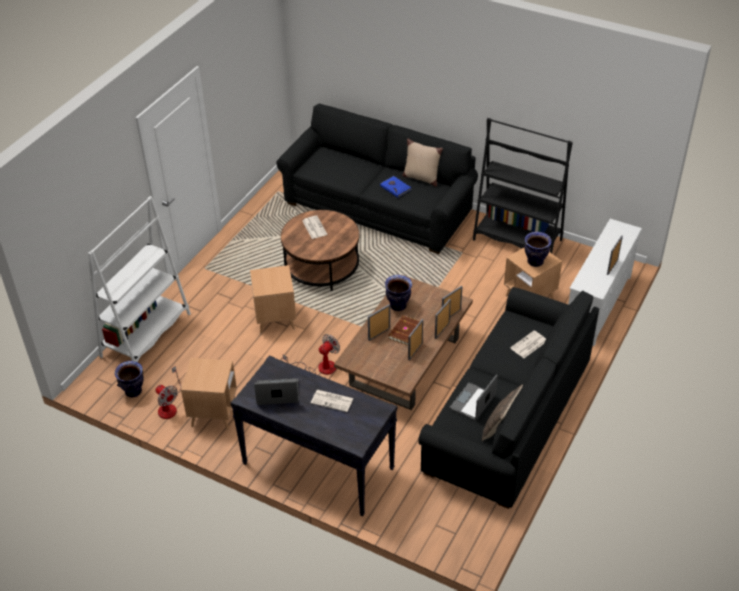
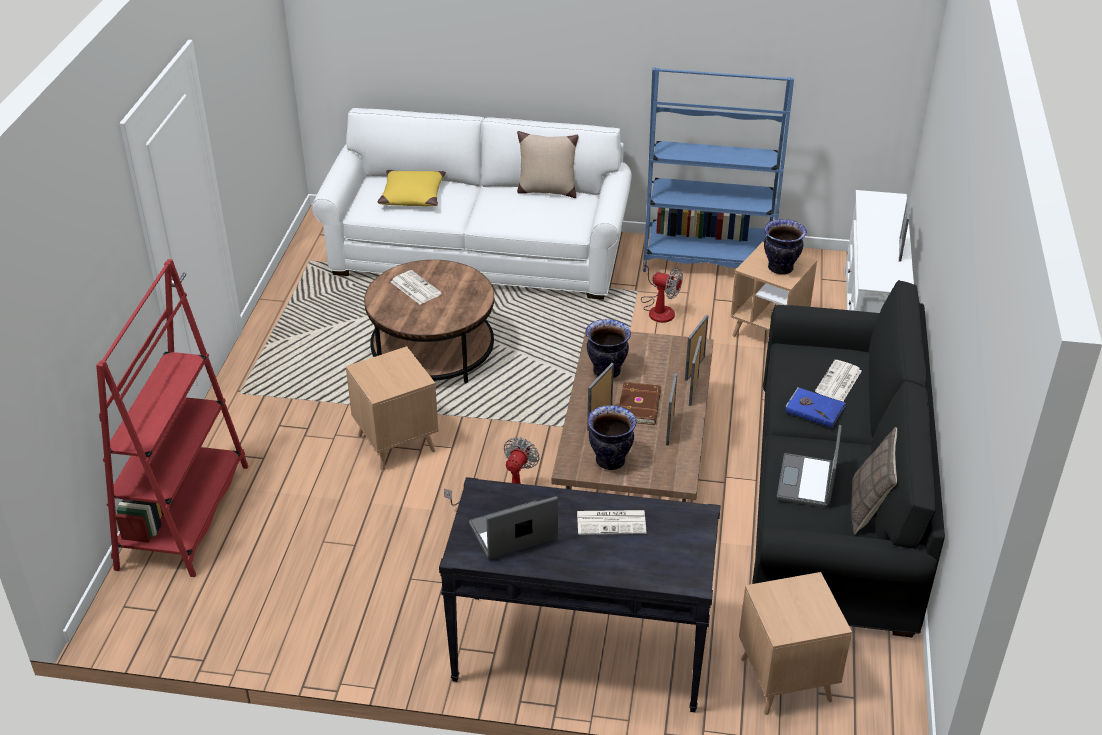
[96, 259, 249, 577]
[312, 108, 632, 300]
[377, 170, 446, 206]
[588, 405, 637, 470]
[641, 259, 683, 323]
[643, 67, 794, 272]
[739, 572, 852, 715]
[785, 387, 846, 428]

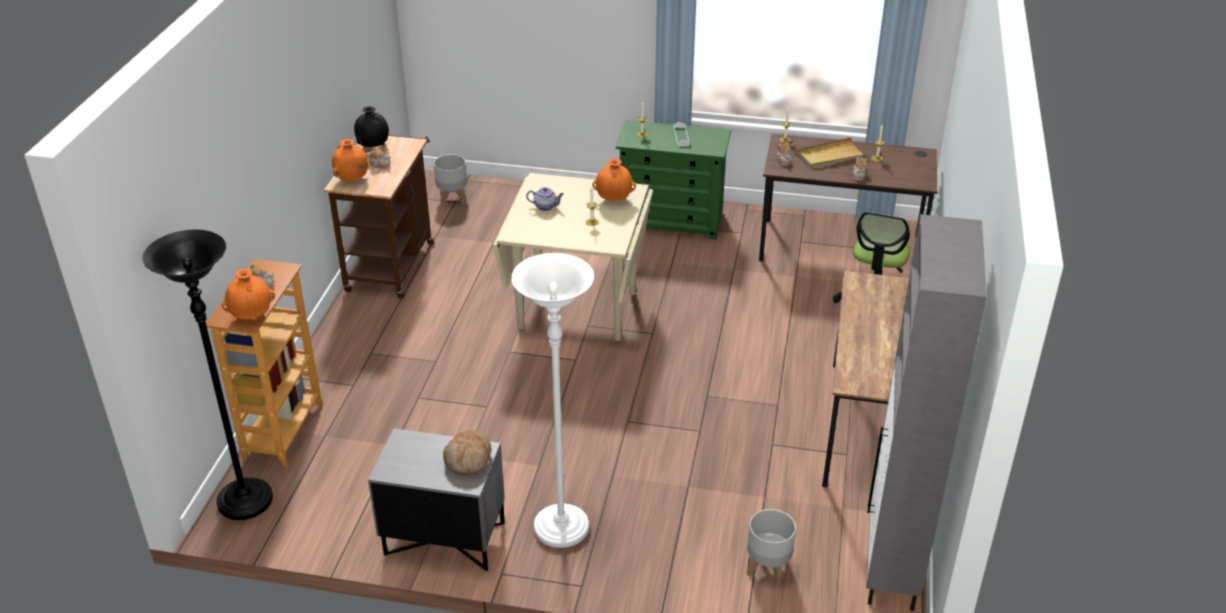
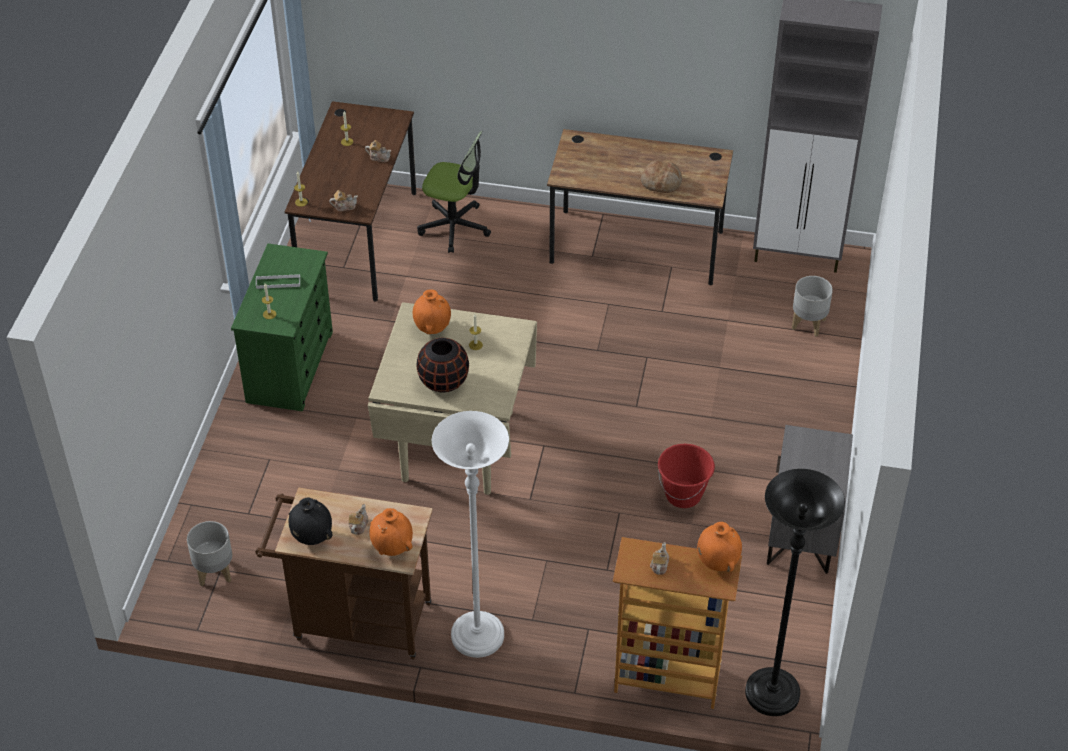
[416, 338, 469, 393]
[432, 411, 509, 658]
[641, 160, 682, 193]
[658, 444, 715, 508]
[797, 137, 868, 168] (first image)

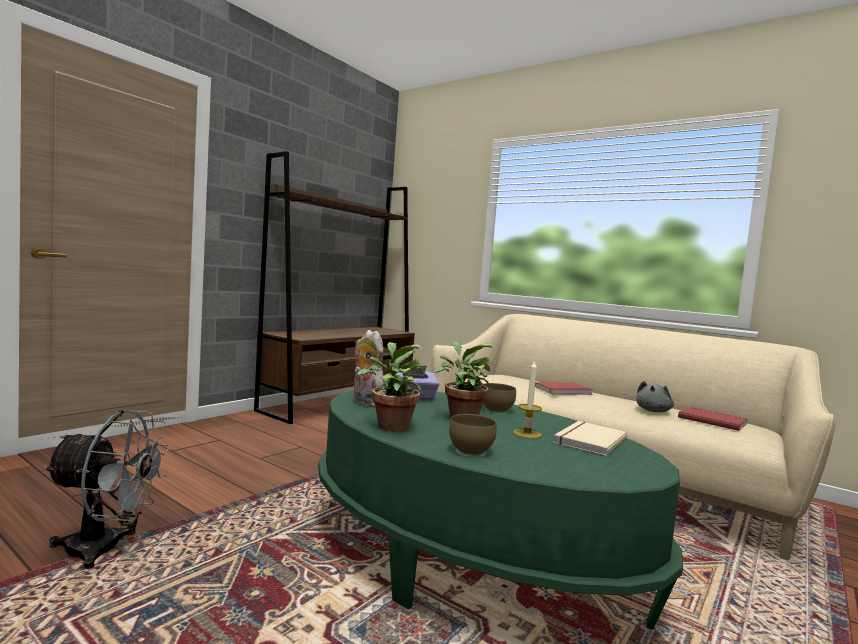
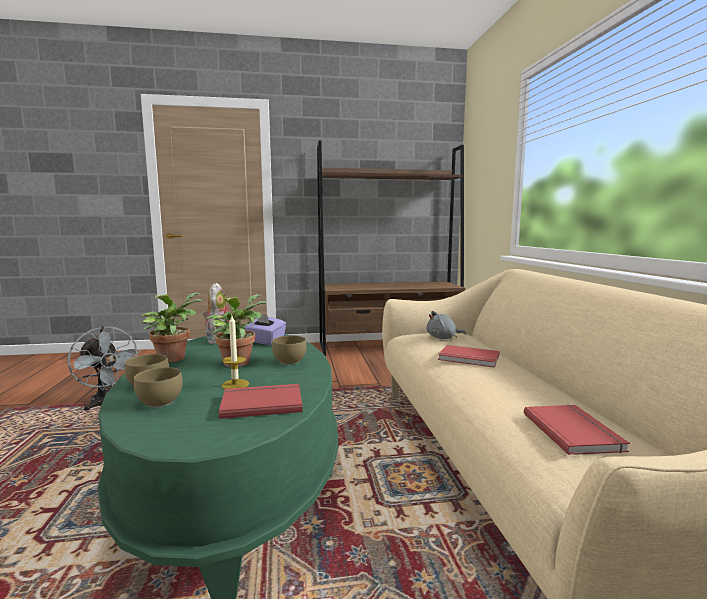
[134, 367, 183, 407]
[219, 384, 303, 419]
[427, 311, 466, 339]

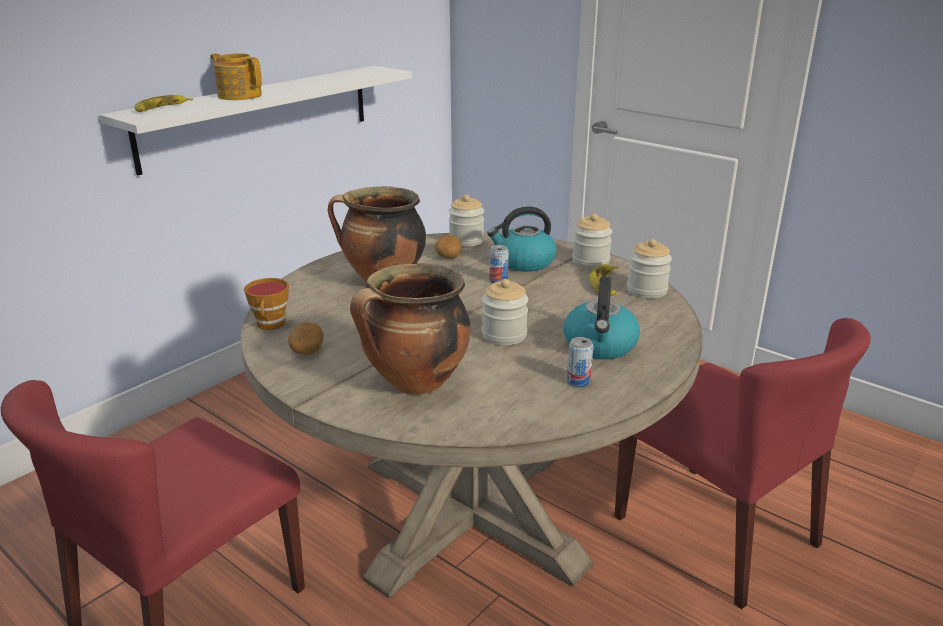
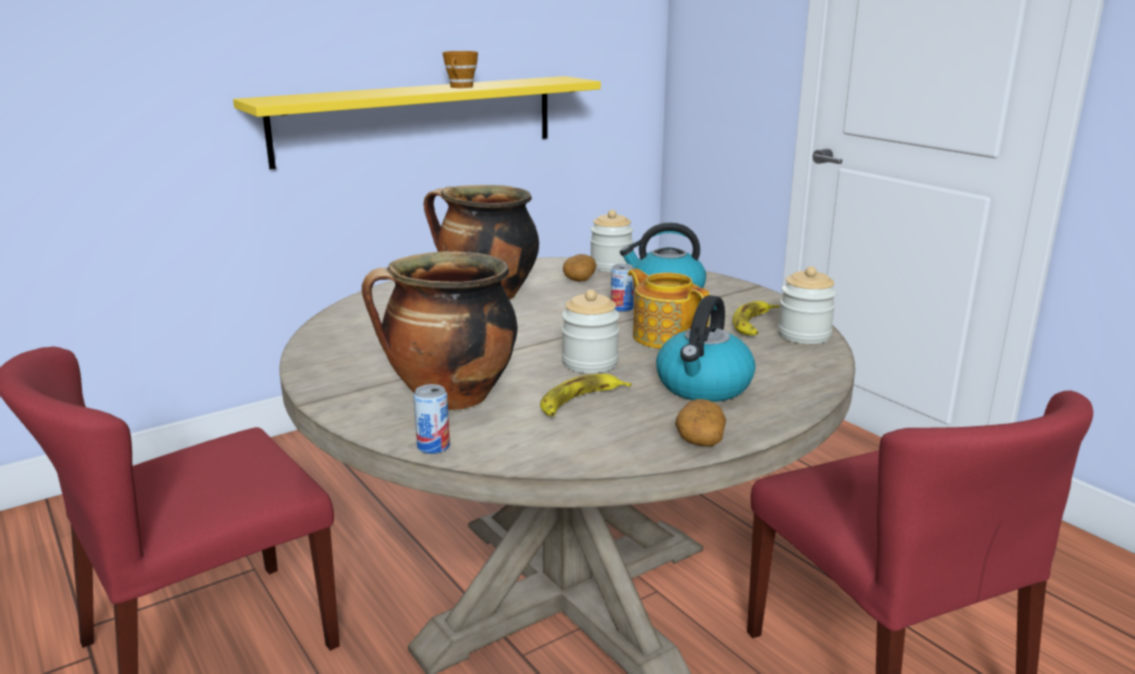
[233, 76, 601, 169]
[413, 384, 450, 454]
[443, 51, 478, 88]
[540, 374, 631, 416]
[628, 268, 710, 349]
[675, 399, 726, 446]
[572, 214, 612, 269] (first image)

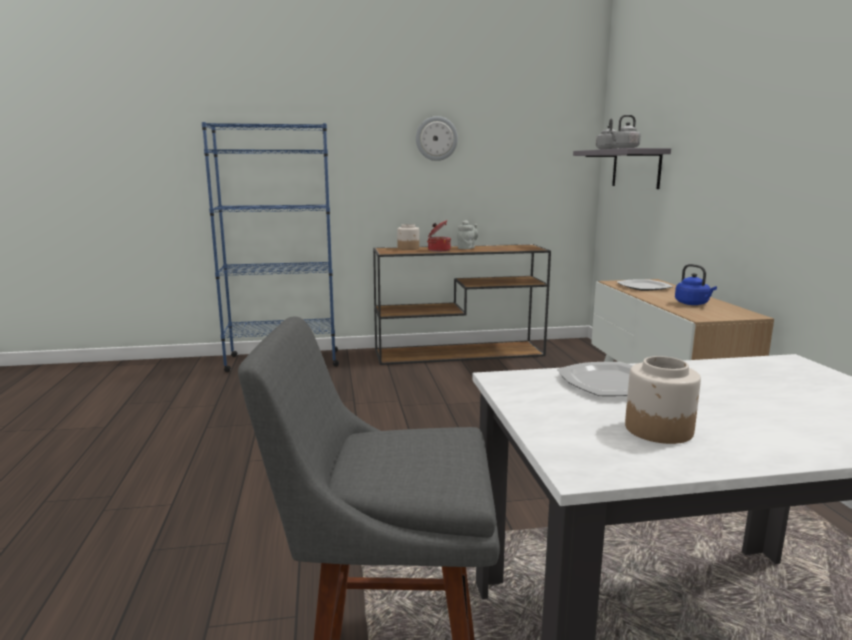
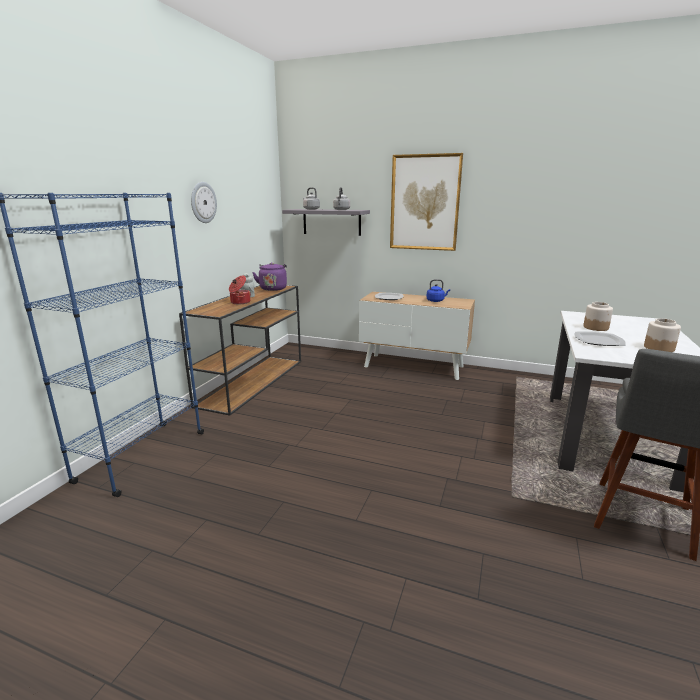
[252, 262, 287, 291]
[390, 153, 463, 251]
[583, 302, 613, 331]

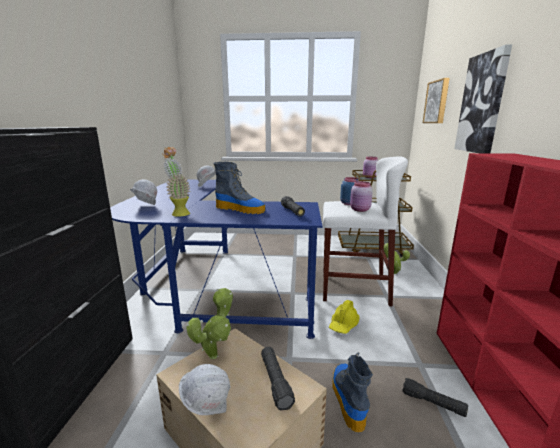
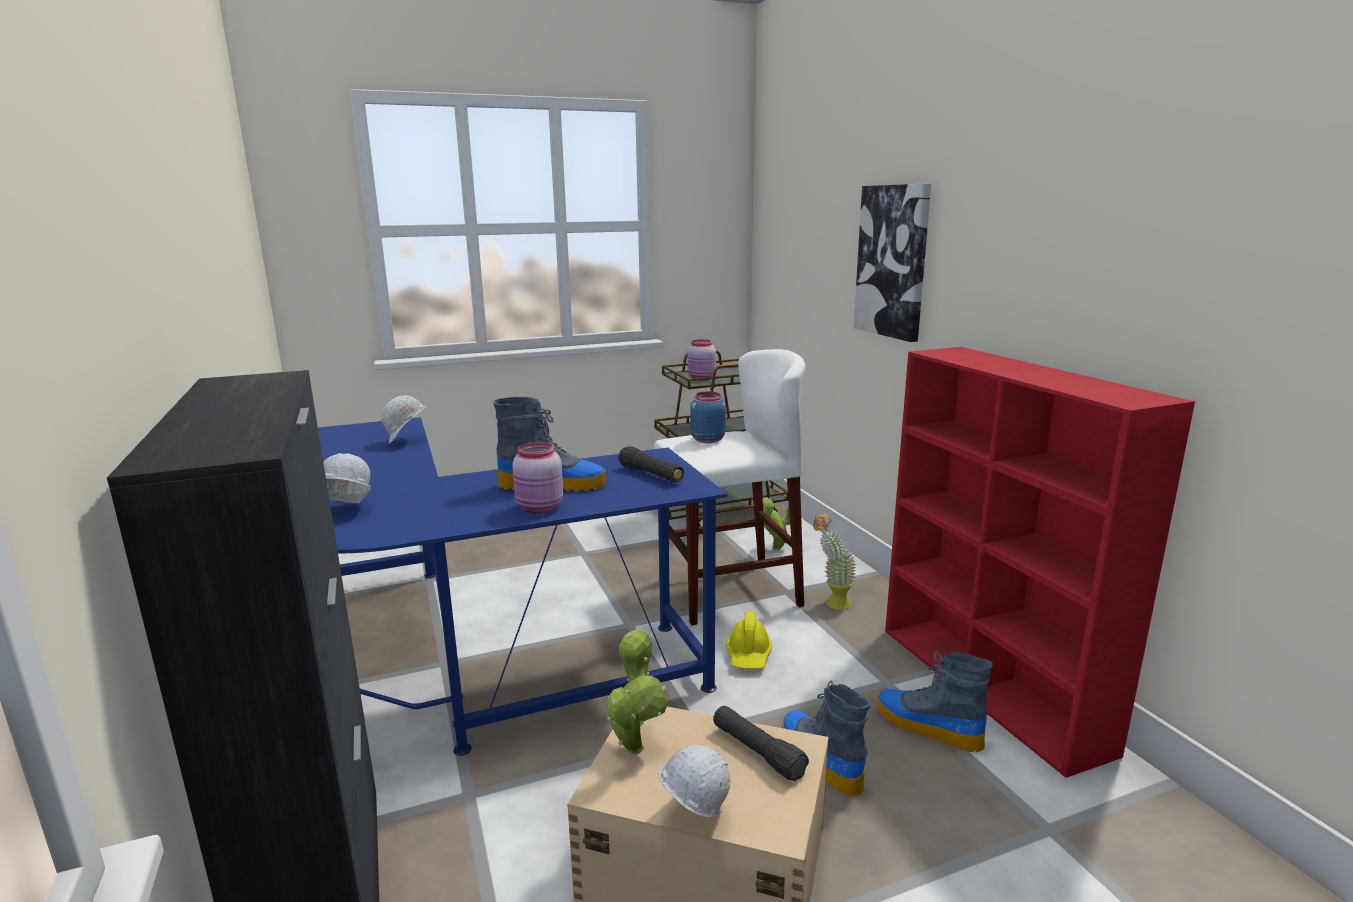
[513, 442, 563, 514]
[813, 514, 857, 610]
[877, 651, 993, 752]
[423, 78, 450, 123] (first image)

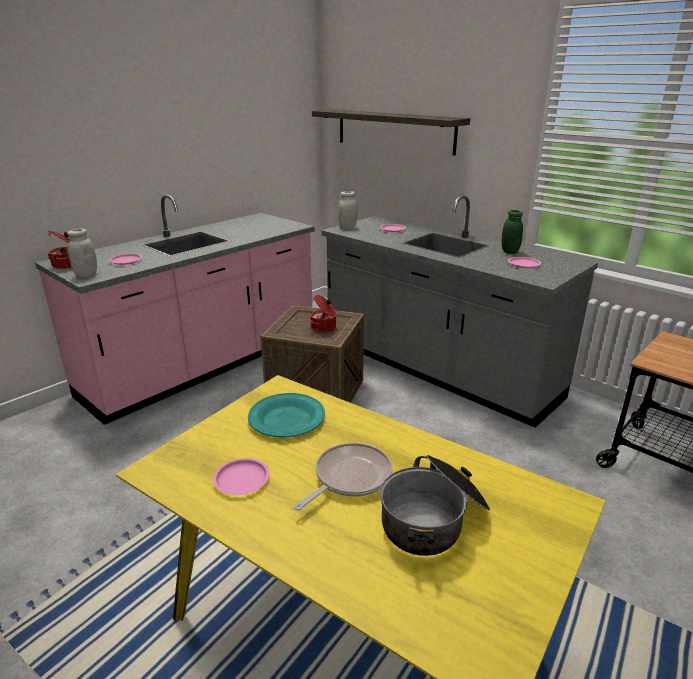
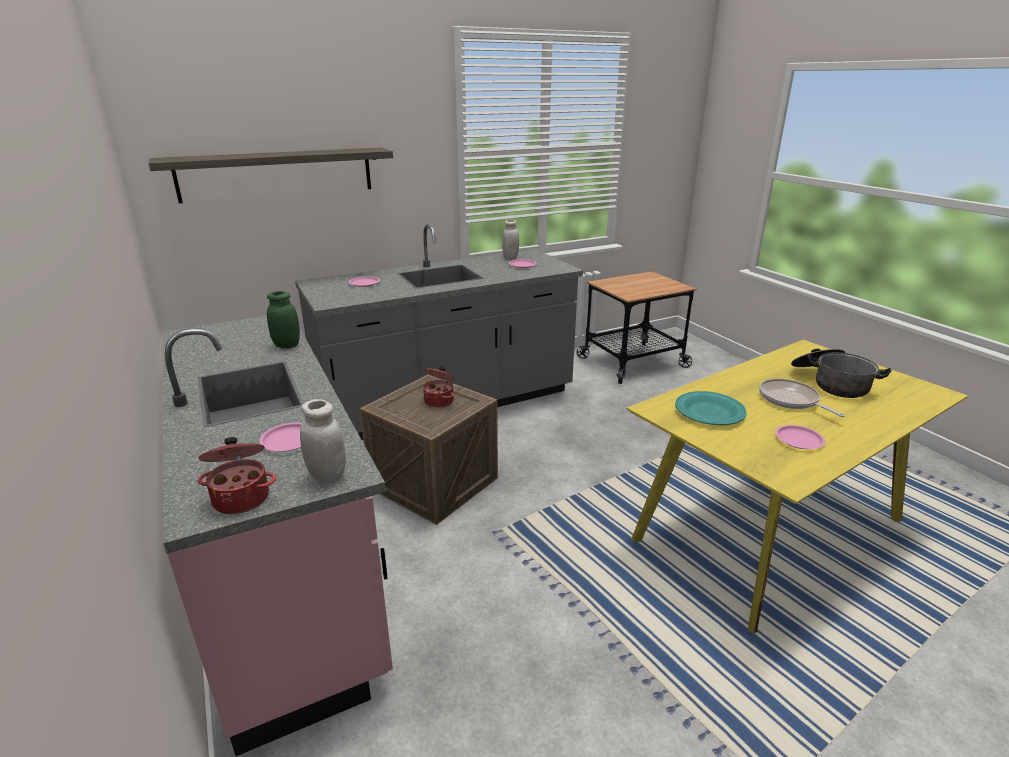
[267, 291, 300, 349]
[502, 220, 519, 259]

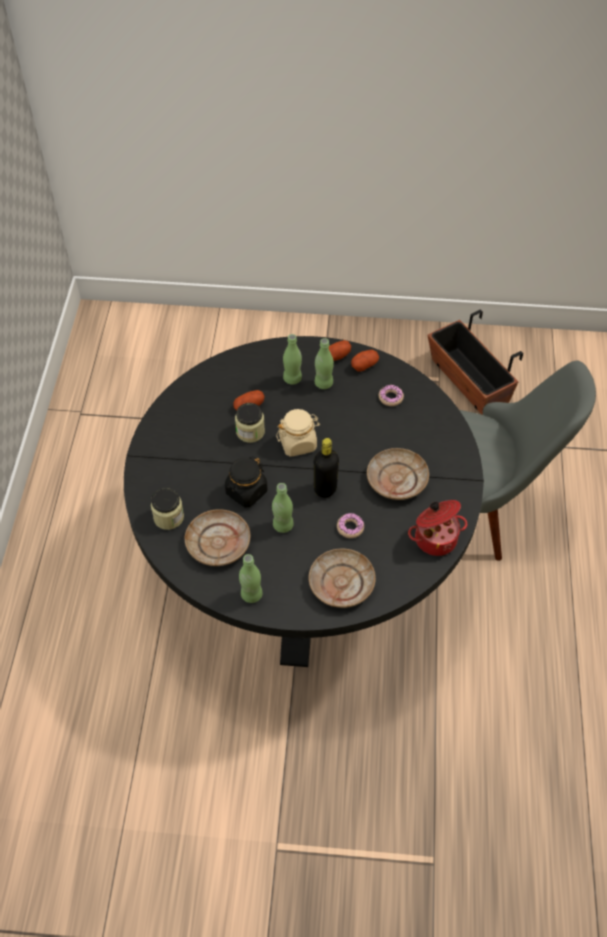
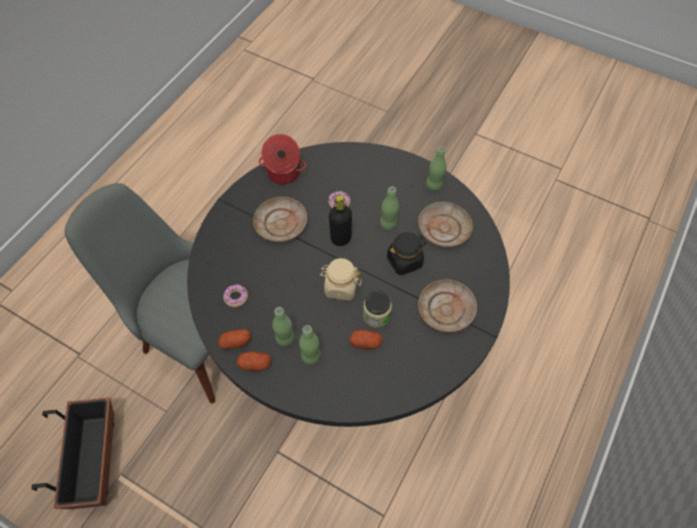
[418, 279, 477, 333]
[151, 488, 184, 530] (first image)

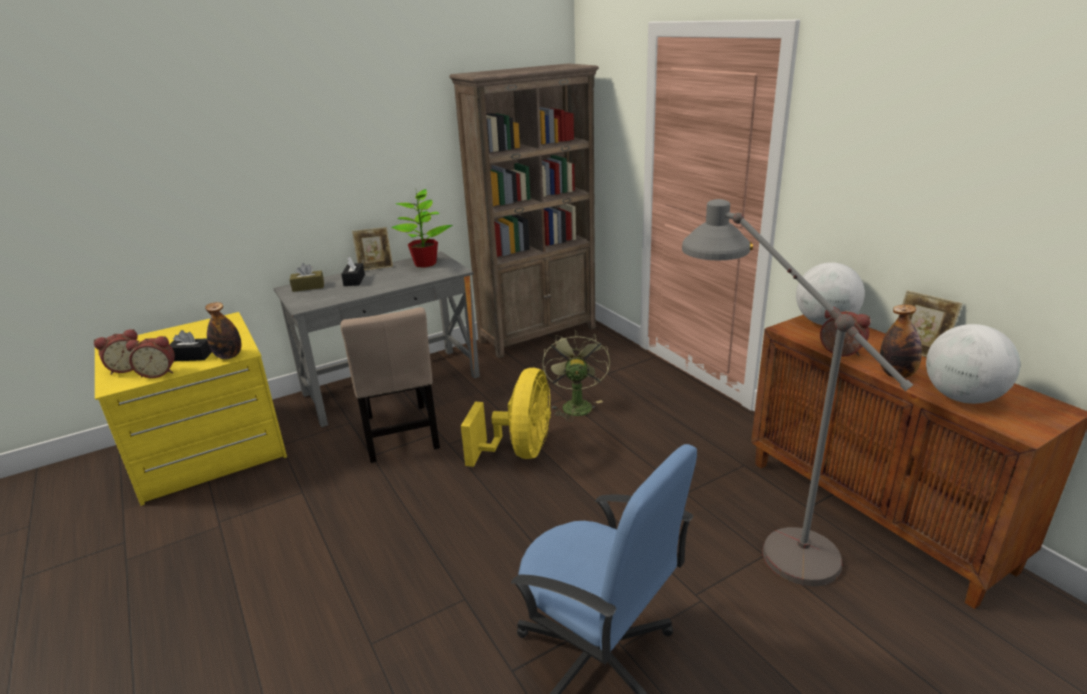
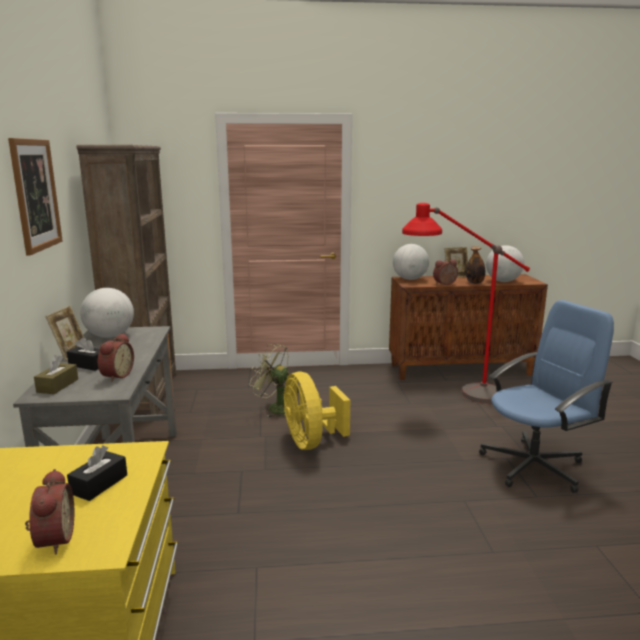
[8, 138, 63, 256]
[80, 288, 134, 338]
[98, 333, 134, 382]
[284, 372, 350, 450]
[402, 203, 530, 403]
[205, 302, 241, 359] (first image)
[341, 307, 440, 463] (first image)

